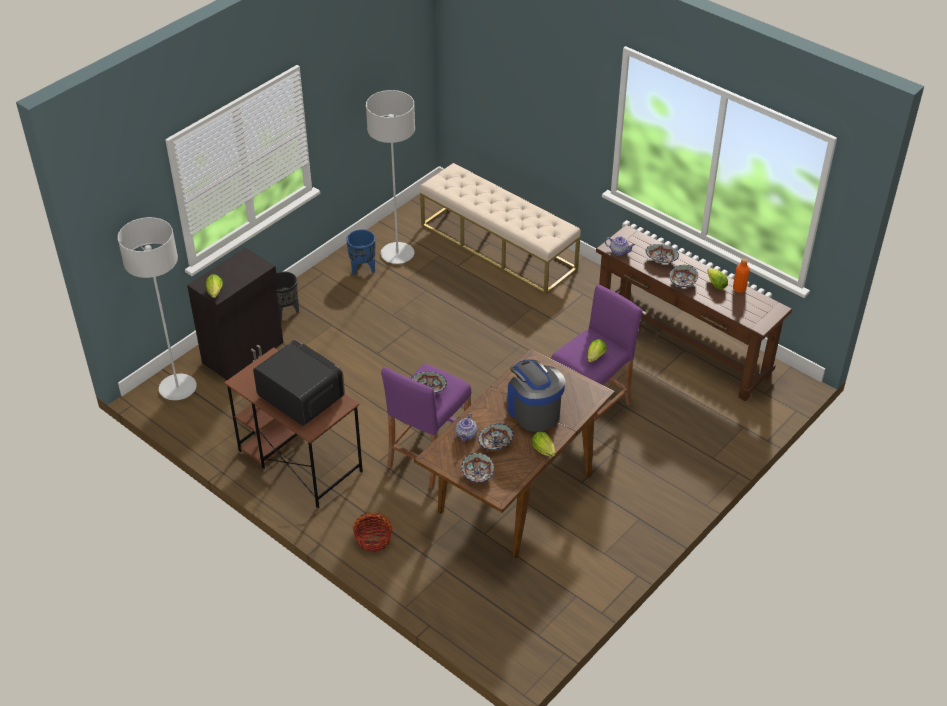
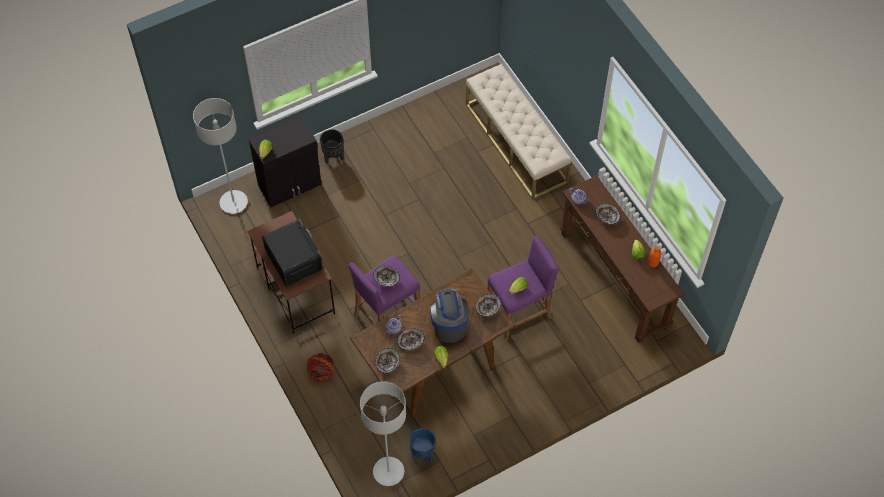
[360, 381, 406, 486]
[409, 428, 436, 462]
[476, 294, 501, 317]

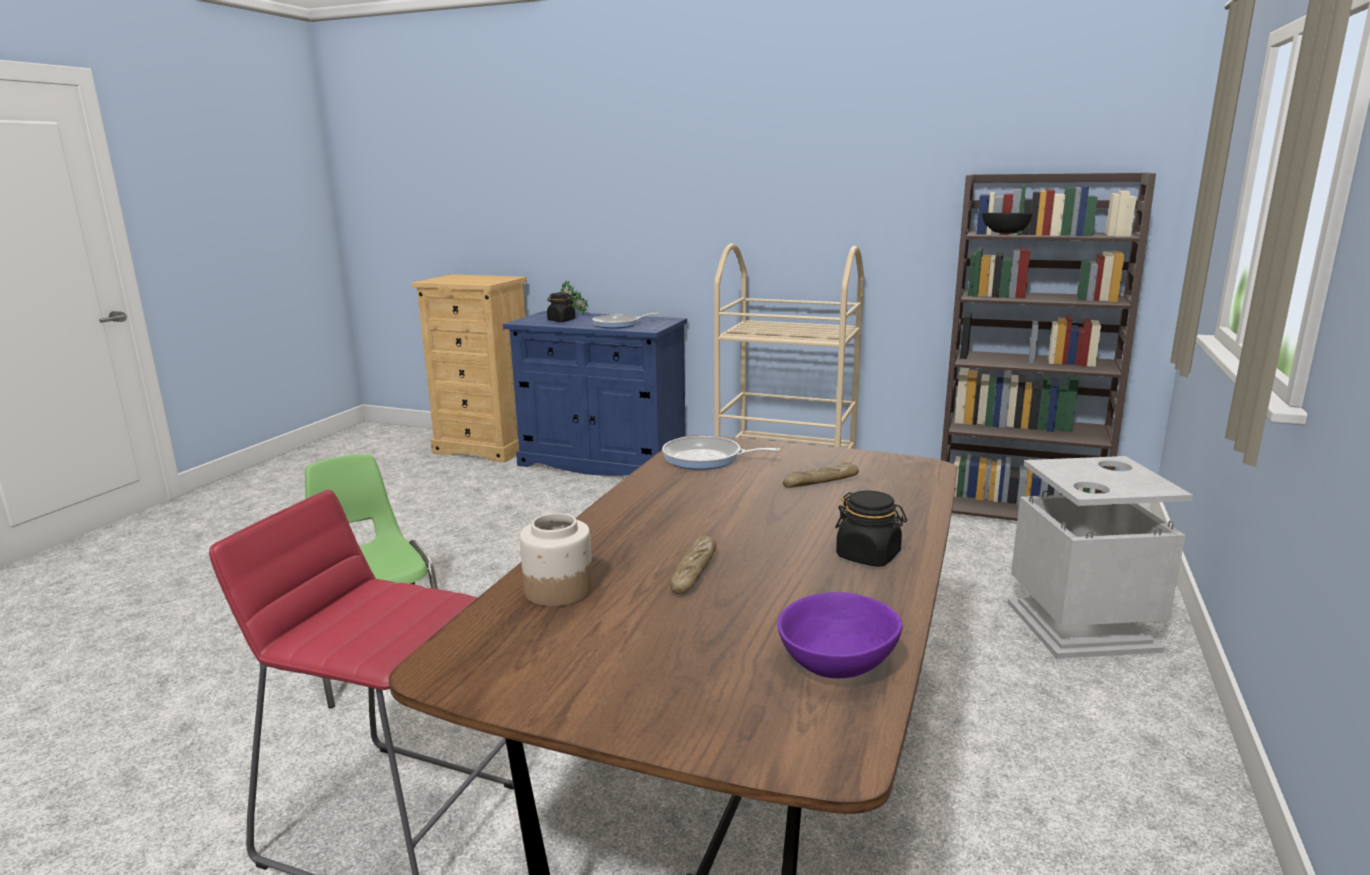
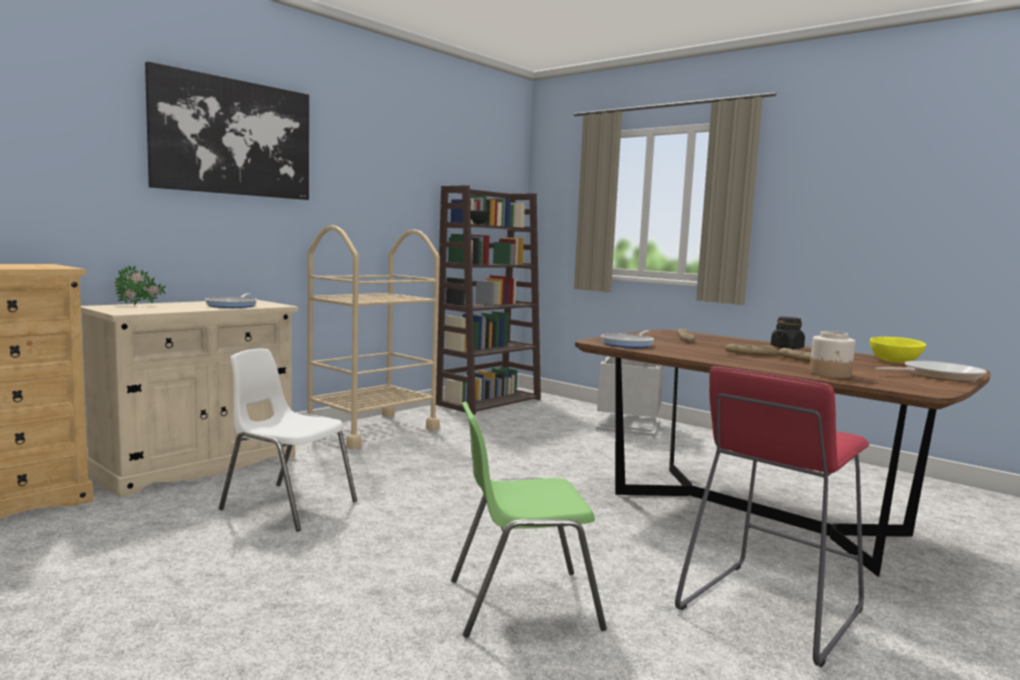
[81, 300, 298, 497]
[145, 61, 309, 200]
[219, 348, 357, 531]
[725, 344, 778, 356]
[870, 337, 926, 363]
[875, 360, 987, 381]
[547, 292, 575, 322] (first image)

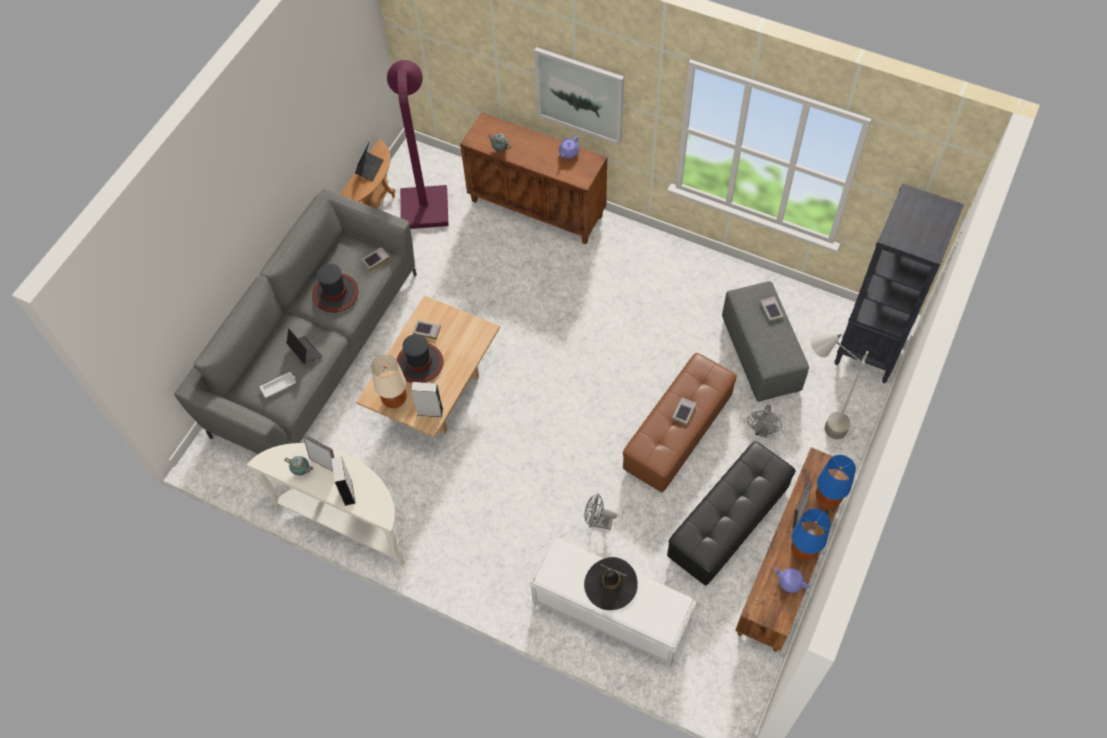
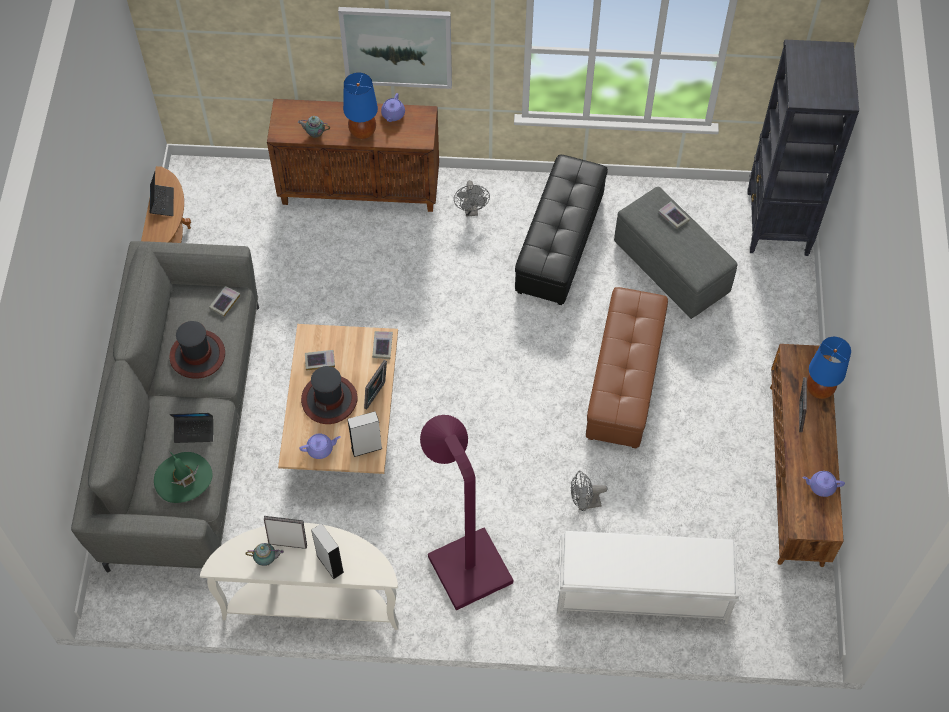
[154, 451, 212, 503]
[170, 413, 213, 443]
[300, 433, 341, 459]
[343, 73, 378, 139]
[364, 360, 387, 409]
[372, 331, 393, 359]
[420, 415, 513, 610]
[454, 180, 490, 217]
[515, 155, 608, 305]
[584, 557, 638, 610] (first image)
[811, 333, 873, 439] (first image)

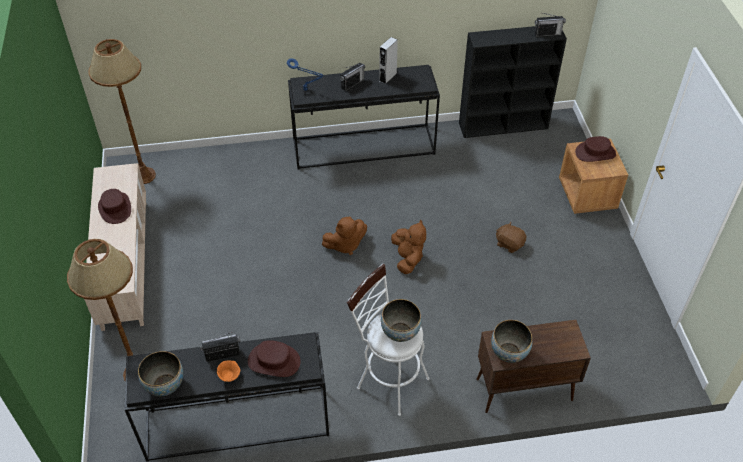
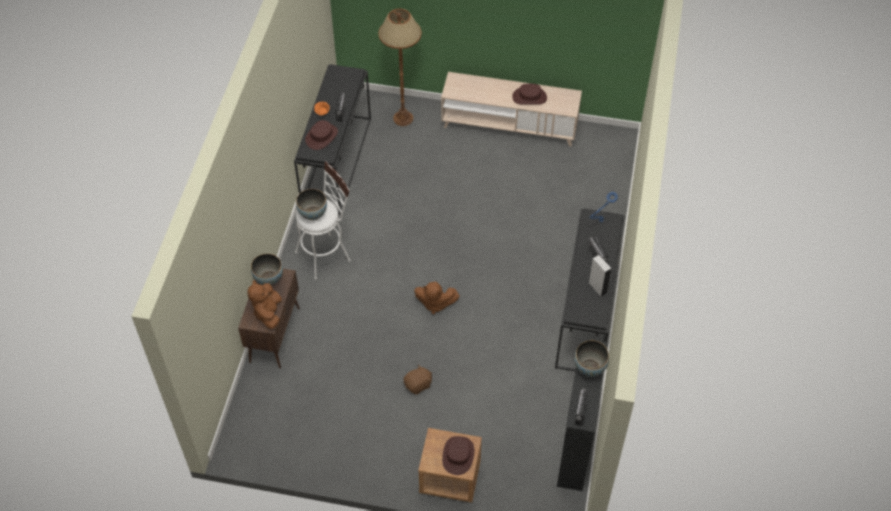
[247, 280, 282, 329]
[574, 340, 609, 377]
[88, 39, 156, 184] (first image)

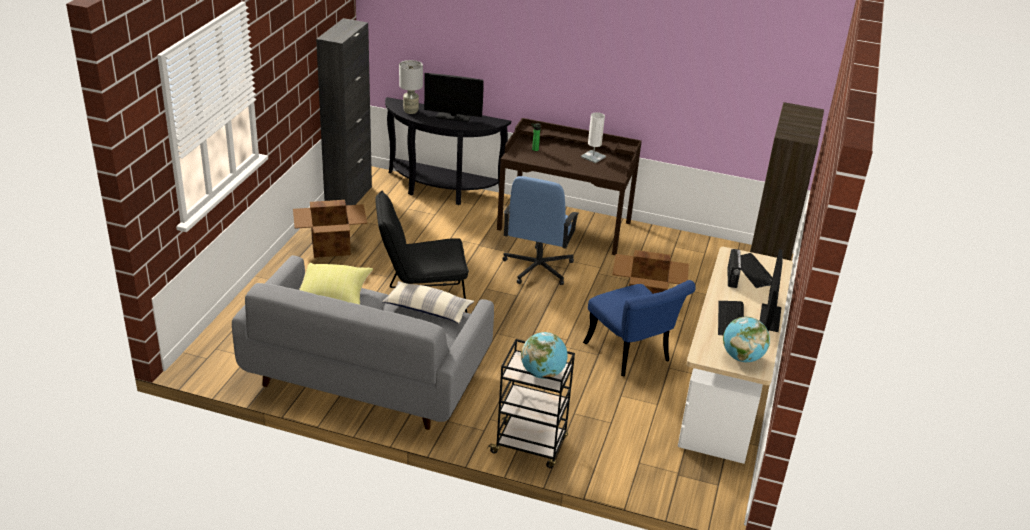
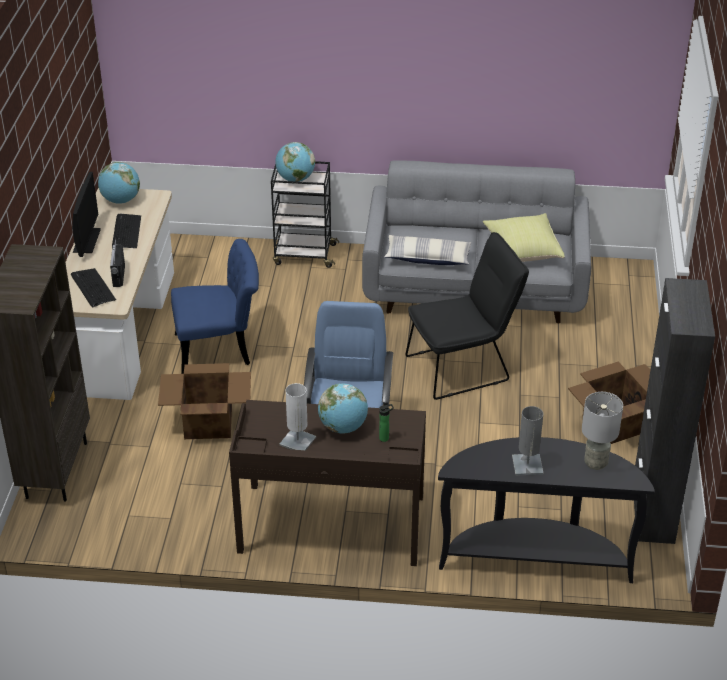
[171, 239, 259, 374]
[318, 383, 368, 434]
[512, 406, 543, 475]

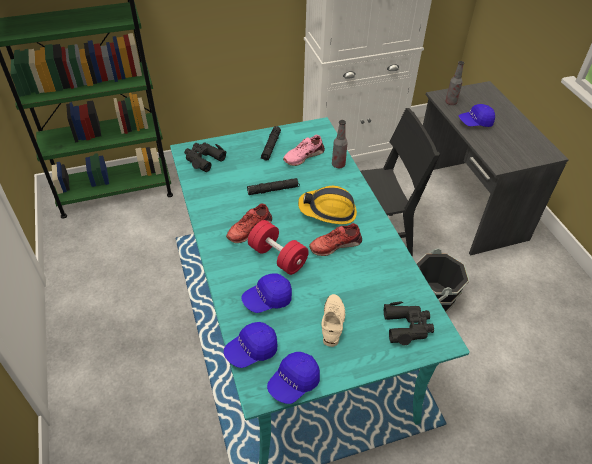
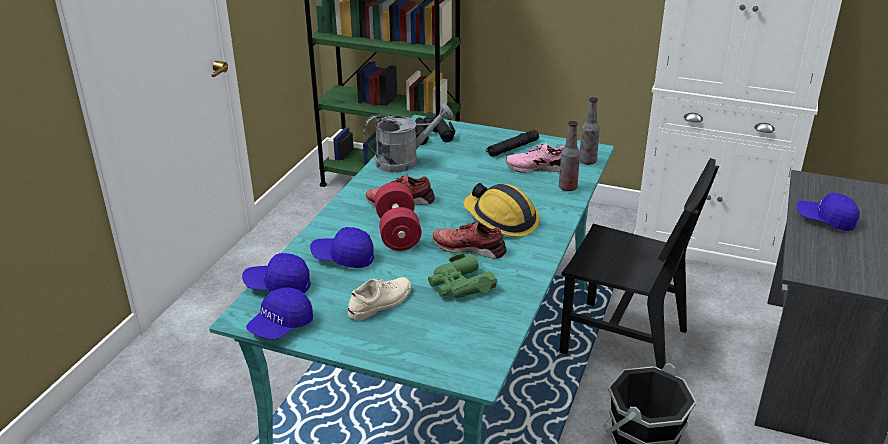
[246, 287, 313, 340]
[363, 103, 454, 173]
[428, 253, 498, 298]
[580, 97, 600, 165]
[247, 178, 300, 195] (first image)
[384, 301, 434, 346] (first image)

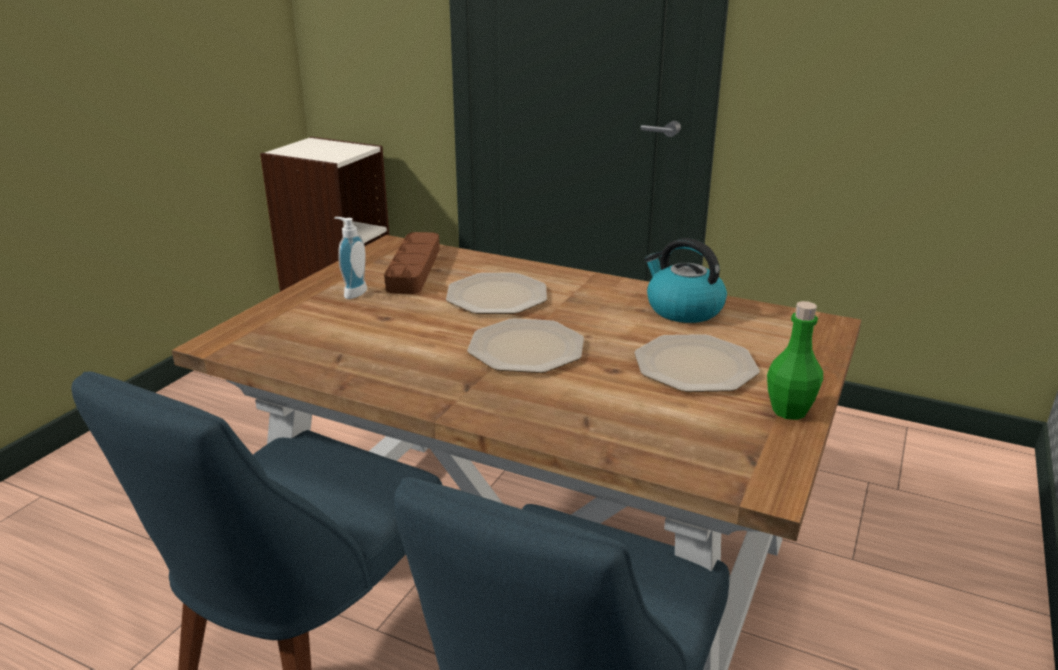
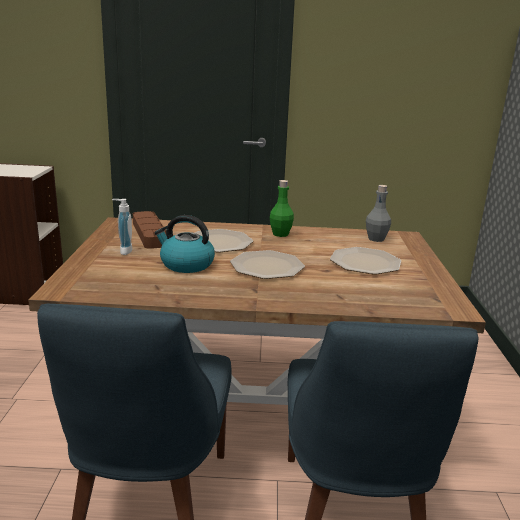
[154, 215, 215, 273]
[270, 180, 294, 237]
[366, 185, 391, 242]

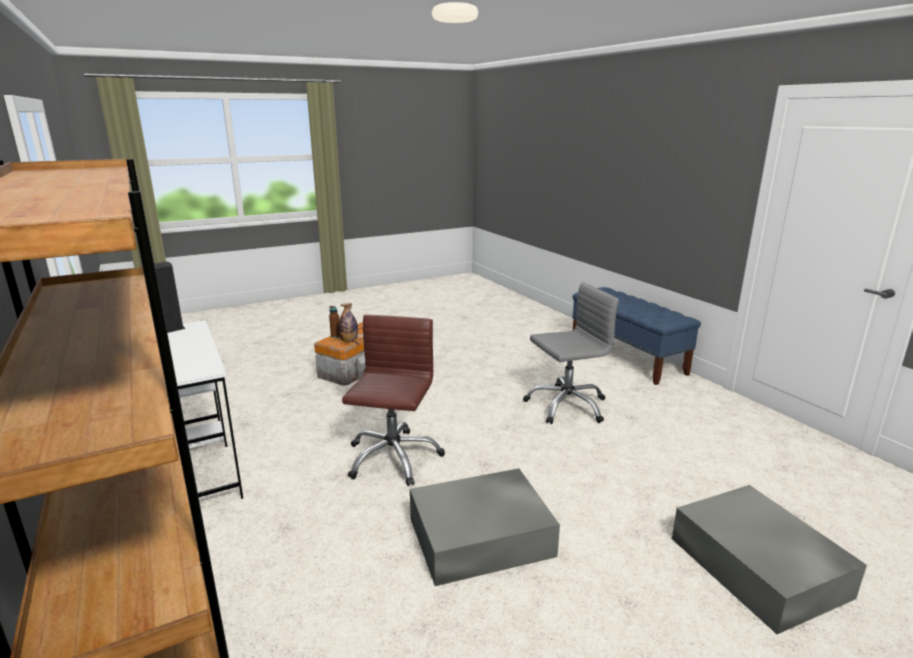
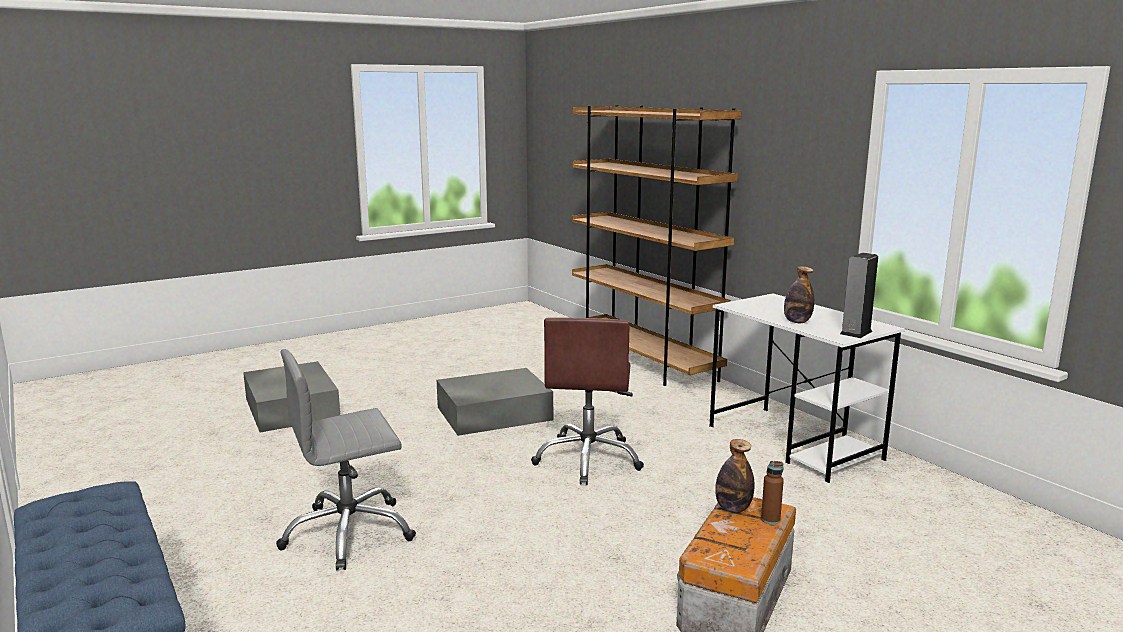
[784, 266, 814, 323]

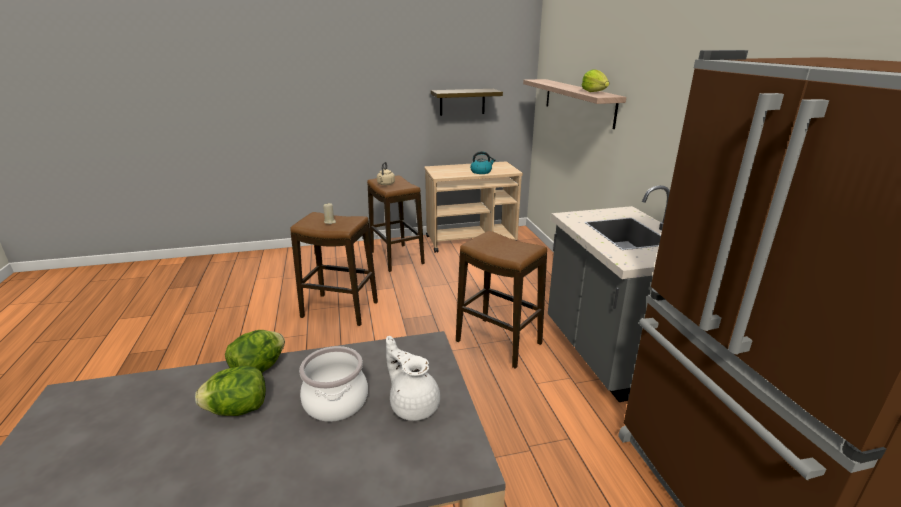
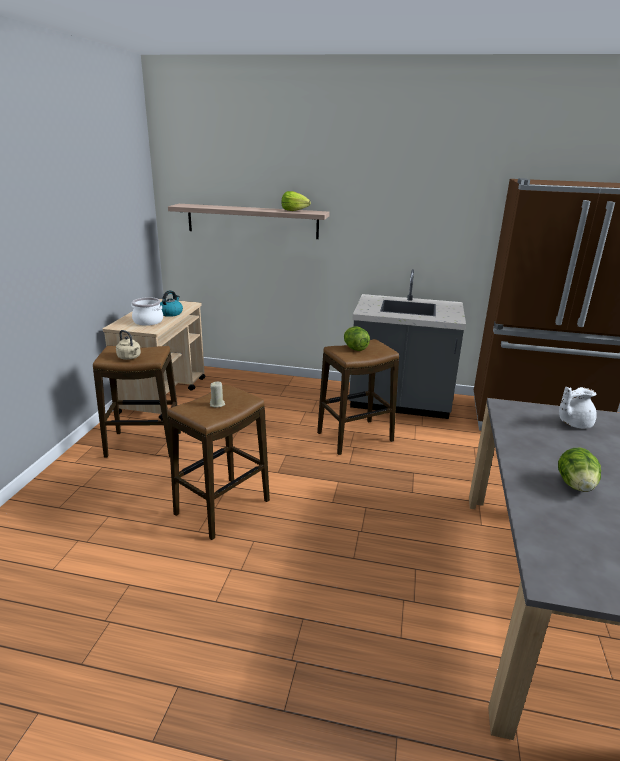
[131, 297, 163, 326]
[344, 326, 370, 351]
[431, 89, 503, 116] (first image)

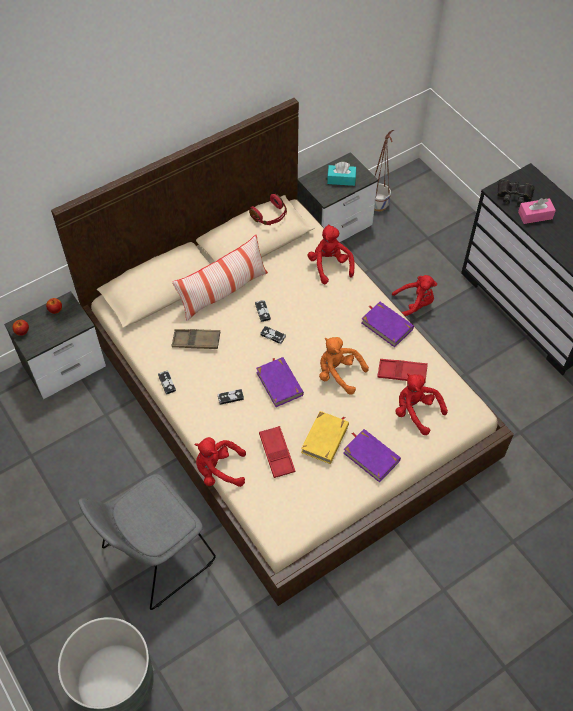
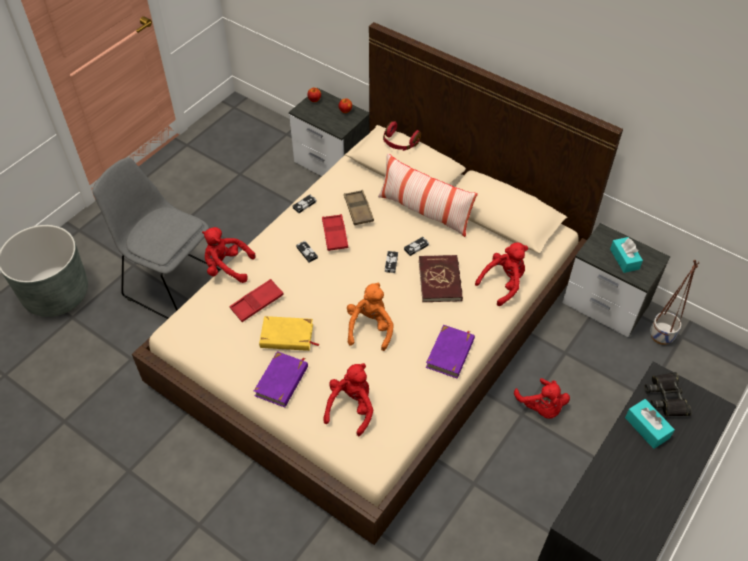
[202, 227, 256, 283]
[322, 214, 348, 251]
[383, 121, 421, 151]
[419, 255, 463, 302]
[625, 399, 675, 449]
[256, 357, 304, 407] (first image)

